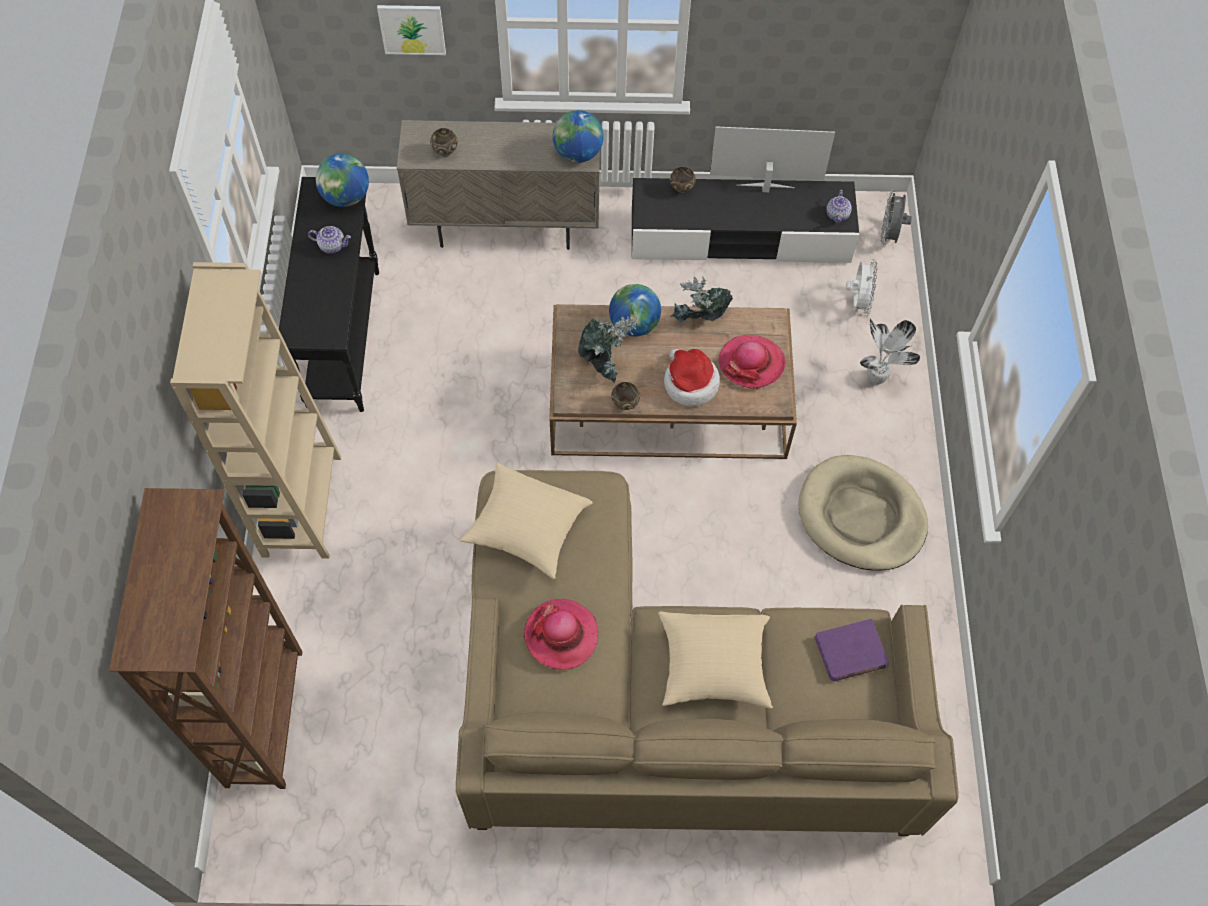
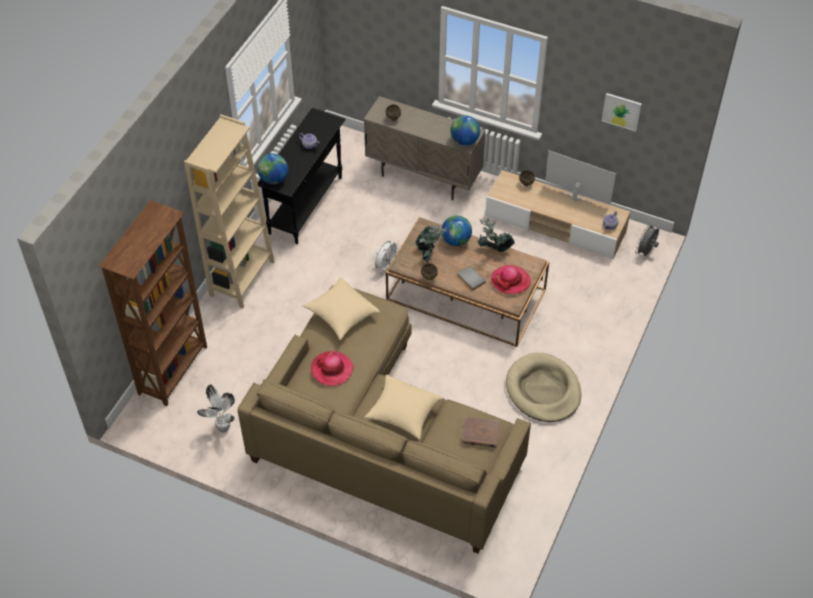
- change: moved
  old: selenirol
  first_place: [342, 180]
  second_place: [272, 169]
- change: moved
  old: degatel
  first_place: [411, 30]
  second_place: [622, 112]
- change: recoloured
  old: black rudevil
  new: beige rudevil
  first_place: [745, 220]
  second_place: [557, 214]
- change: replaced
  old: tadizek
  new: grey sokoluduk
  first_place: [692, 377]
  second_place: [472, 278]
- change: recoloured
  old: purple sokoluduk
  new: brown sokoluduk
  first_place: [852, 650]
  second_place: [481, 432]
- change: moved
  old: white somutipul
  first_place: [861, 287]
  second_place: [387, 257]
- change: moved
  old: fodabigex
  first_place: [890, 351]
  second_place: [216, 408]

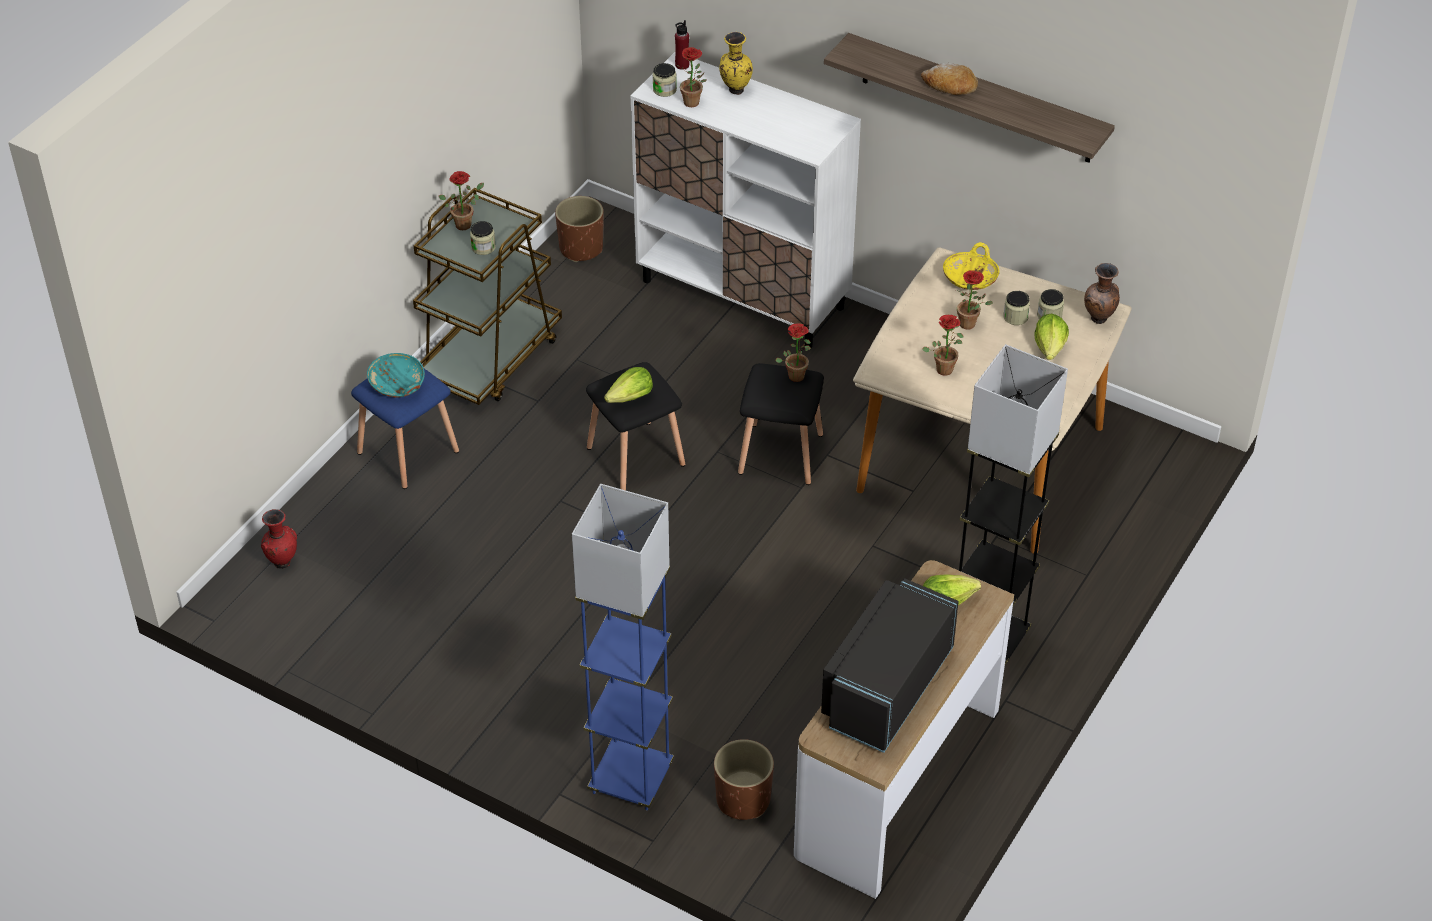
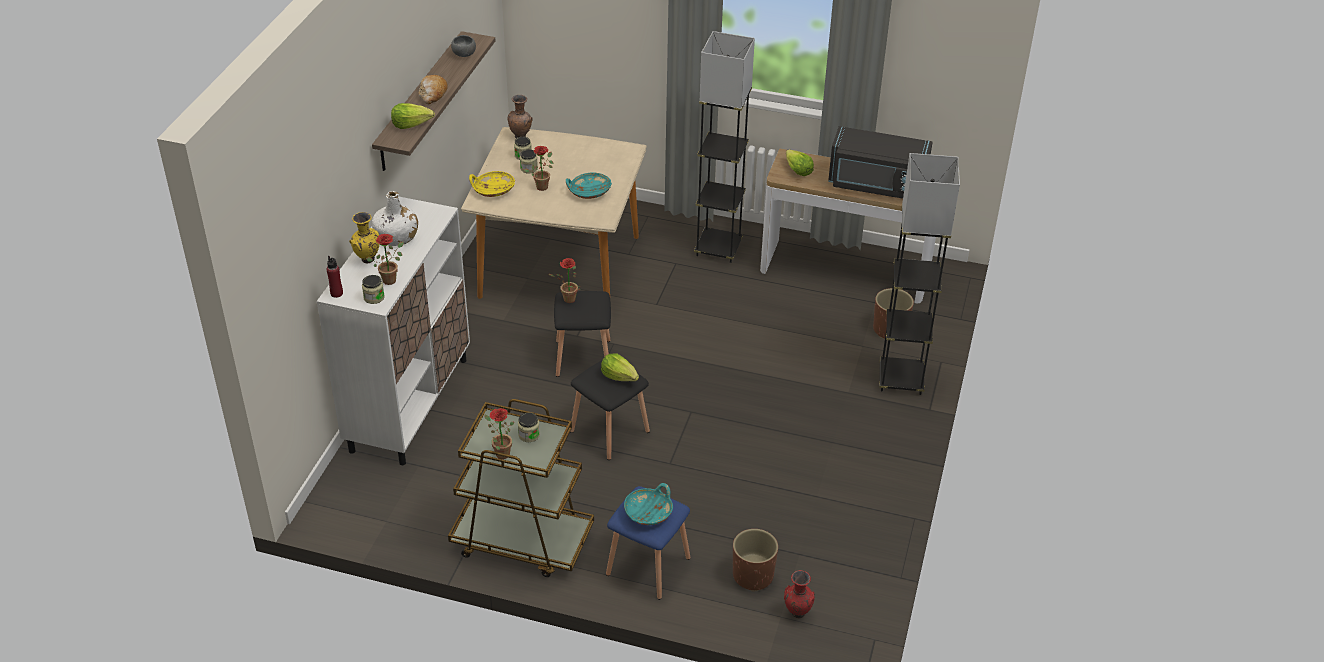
- change: moved
  old: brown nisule
  first_place: [579, 229]
  second_place: [755, 560]
- change: recoloured
  old: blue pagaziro
  new: grey pagaziro
  first_place: [623, 647]
  second_place: [919, 274]
- change: replaced
  old: fodabigex
  new: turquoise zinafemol
  first_place: [943, 345]
  second_place: [589, 185]
- change: moved
  old: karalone
  first_place: [1051, 337]
  second_place: [413, 116]
- change: added
  new: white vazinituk
  second_place: [395, 218]
- change: added
  new: grey zinafemol
  second_place: [463, 46]

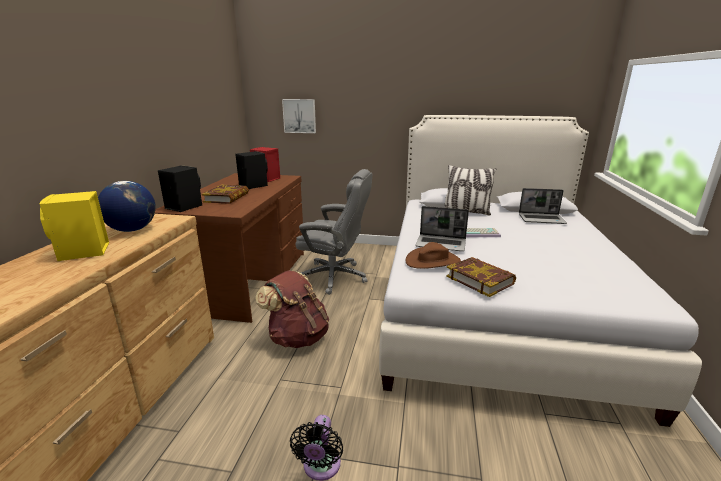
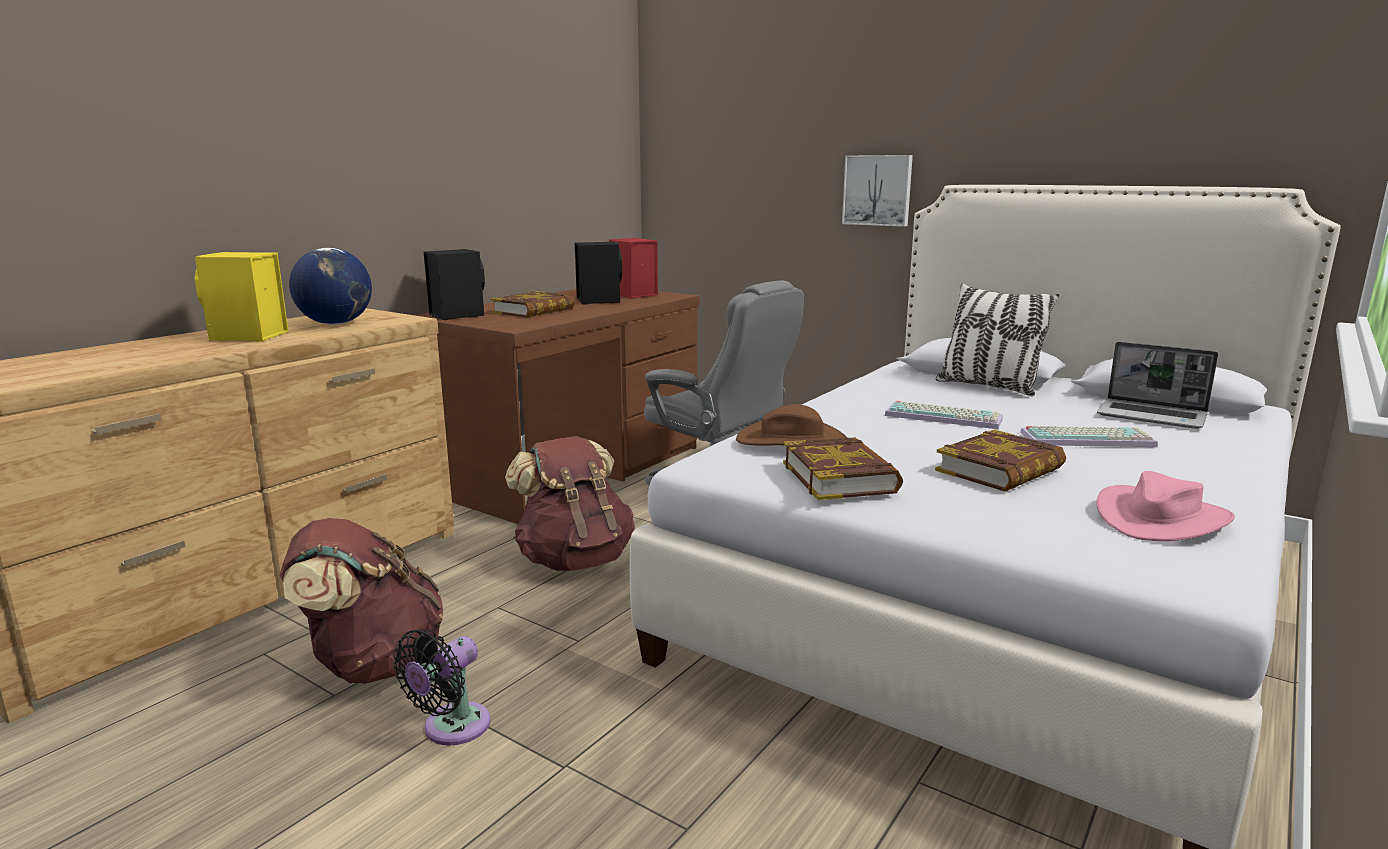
- change: moved
  old: degatel
  first_place: [299, 116]
  second_place: [877, 191]
- change: removed
  old: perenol
  first_place: [442, 228]
- change: added
  new: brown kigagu
  second_place: [361, 601]
- change: added
  new: sokoluduk
  second_place: [1000, 460]
- change: added
  new: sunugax
  second_place: [1089, 436]
- change: added
  new: pink tadizek
  second_place: [1166, 506]

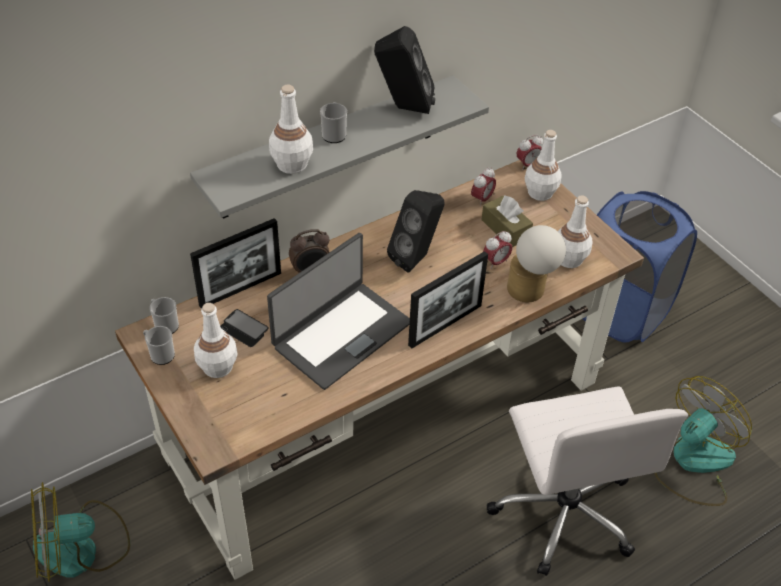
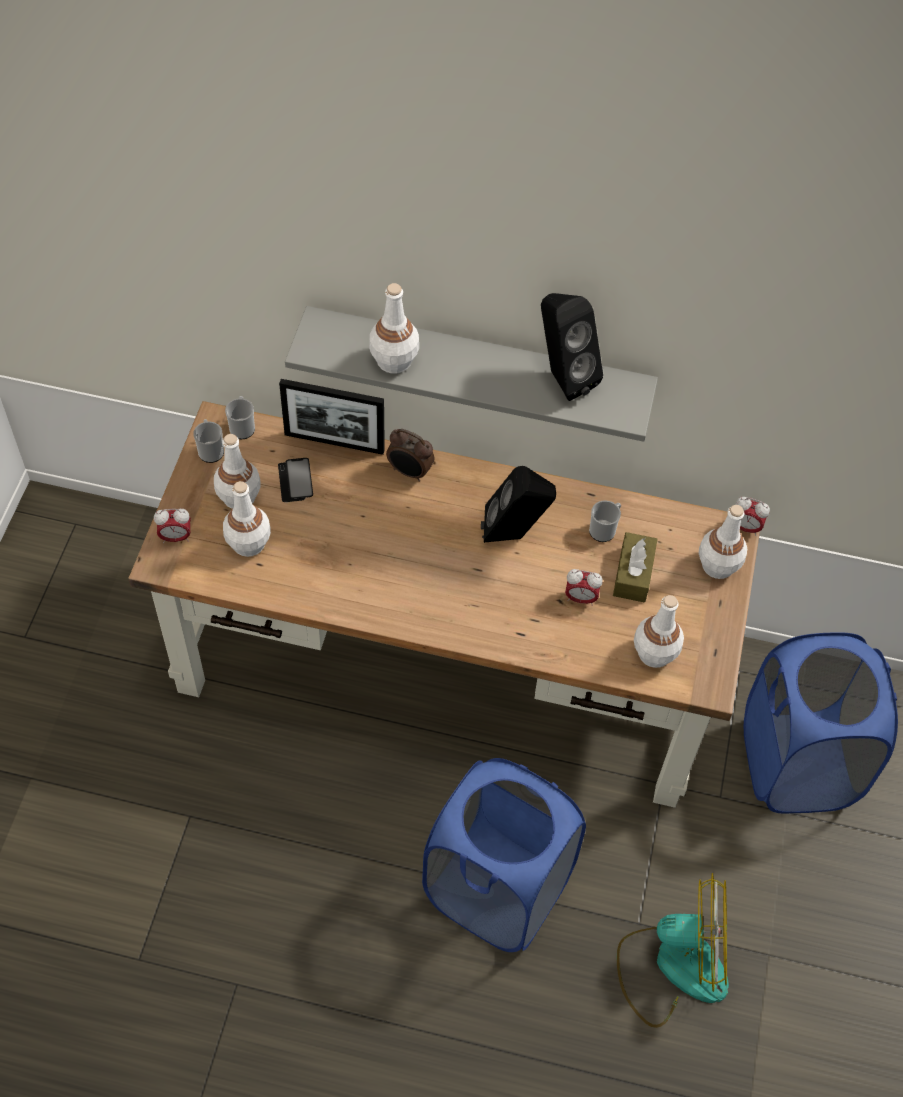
- change: removed
  old: somutipul
  first_place: [80, 532]
- change: removed
  old: perenol
  first_place: [338, 311]
- change: moved
  old: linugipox
  first_place: [333, 122]
  second_place: [605, 521]
- change: removed
  old: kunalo
  first_place: [448, 300]
- change: moved
  old: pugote
  first_place: [483, 186]
  second_place: [172, 526]
- change: replaced
  old: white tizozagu
  new: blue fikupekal
  first_place: [587, 481]
  second_place: [504, 855]
- change: removed
  old: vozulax
  first_place: [536, 263]
- change: added
  new: white vazinituk
  second_place: [247, 519]

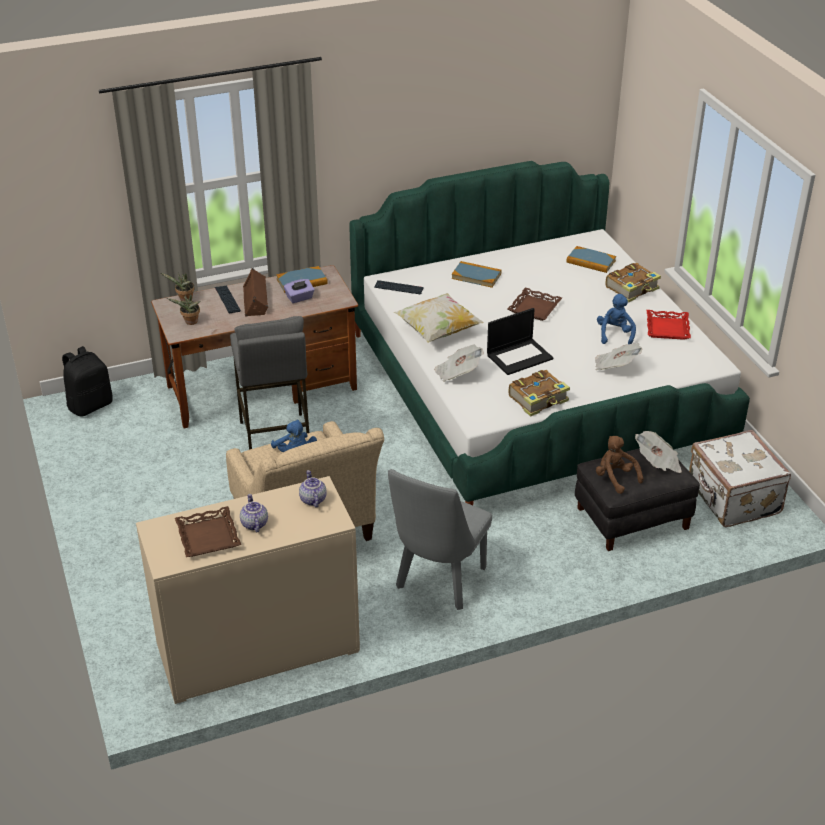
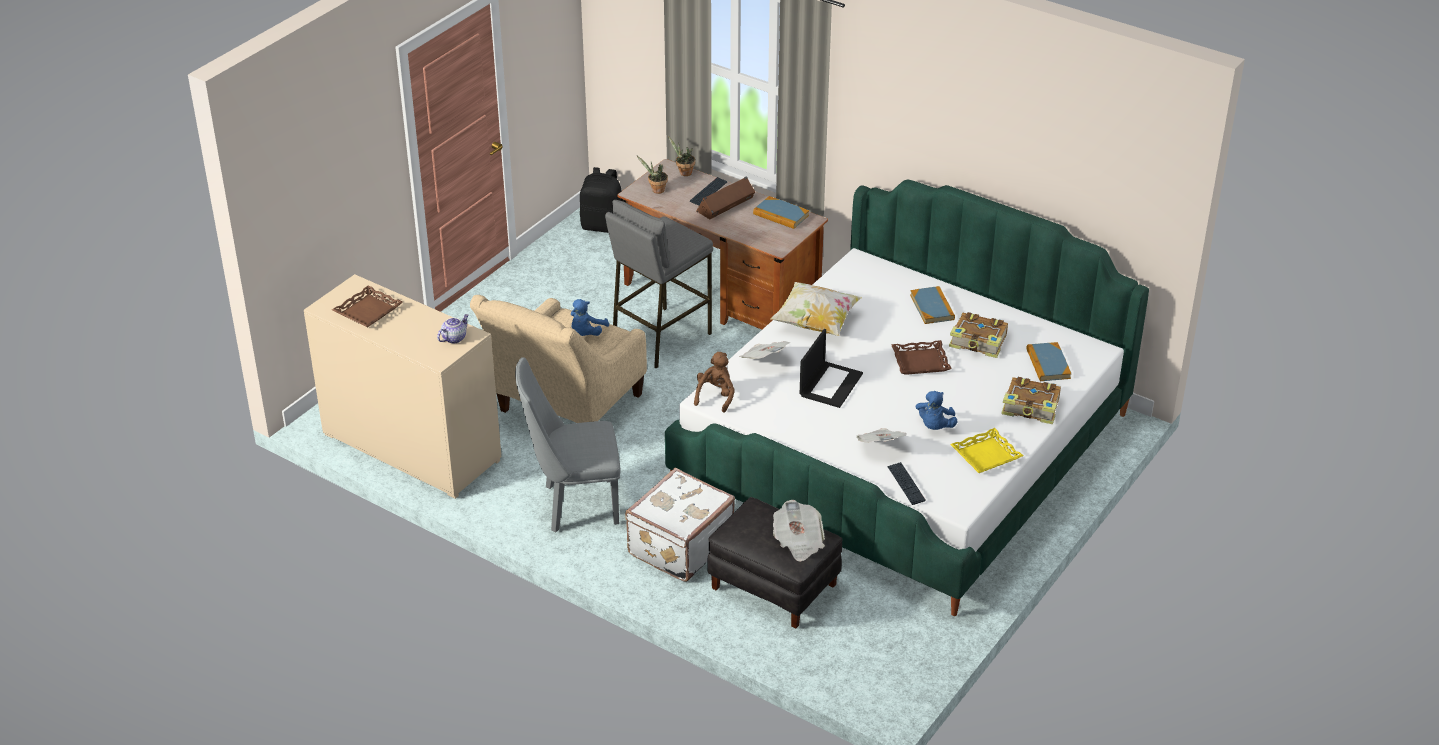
- change: removed
  old: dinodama
  first_place: [254, 513]
- change: removed
  old: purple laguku
  first_place: [299, 291]
- change: moved
  old: sunugax
  first_place: [399, 287]
  second_place: [906, 483]
- change: turned
  old: perenol
  first_place: [520, 341]
  second_place: [831, 368]
  degrees: -90
- change: moved
  old: sokoluduk
  first_place: [539, 393]
  second_place: [978, 335]
- change: moved
  old: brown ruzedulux
  first_place: [620, 465]
  second_place: [714, 382]
- change: turned
  old: blue ruzedulux
  first_place: [616, 319]
  second_place: [937, 410]
  degrees: 135
- change: recoloured
  old: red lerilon
  new: yellow lerilon
  first_place: [669, 325]
  second_place: [986, 450]
- change: moved
  old: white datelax
  first_place: [740, 478]
  second_place: [680, 525]

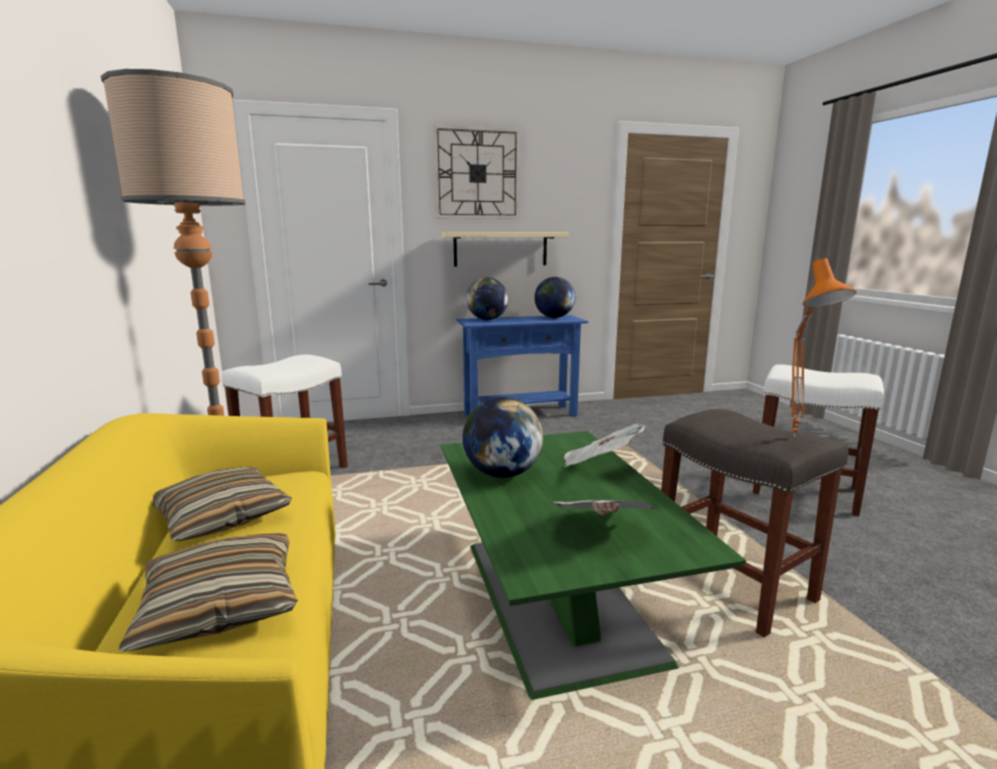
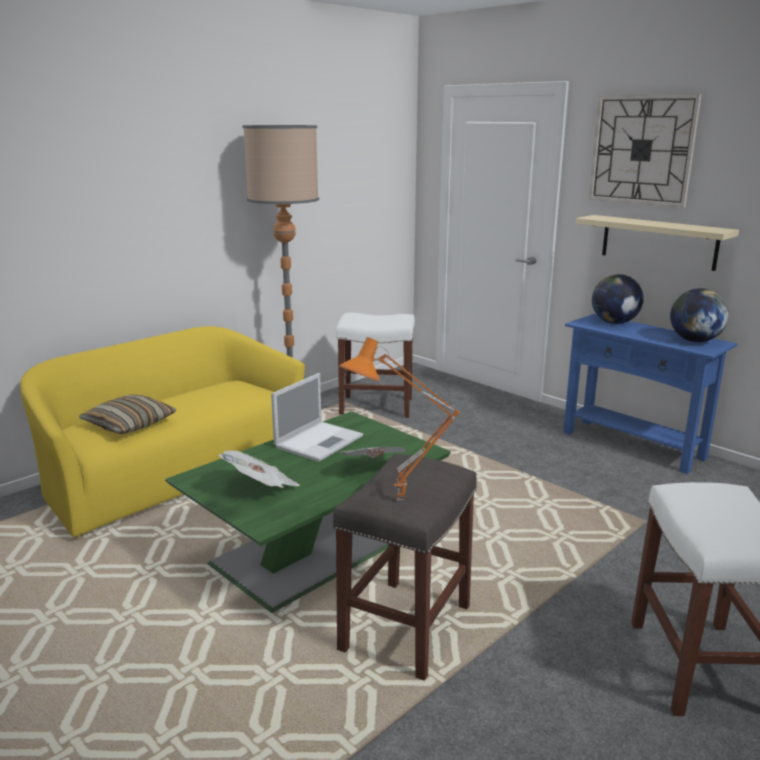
- change: removed
  old: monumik
  first_place: [222, 504]
- change: replaced
  old: selenirol
  new: perenol
  first_place: [503, 437]
  second_place: [317, 417]

